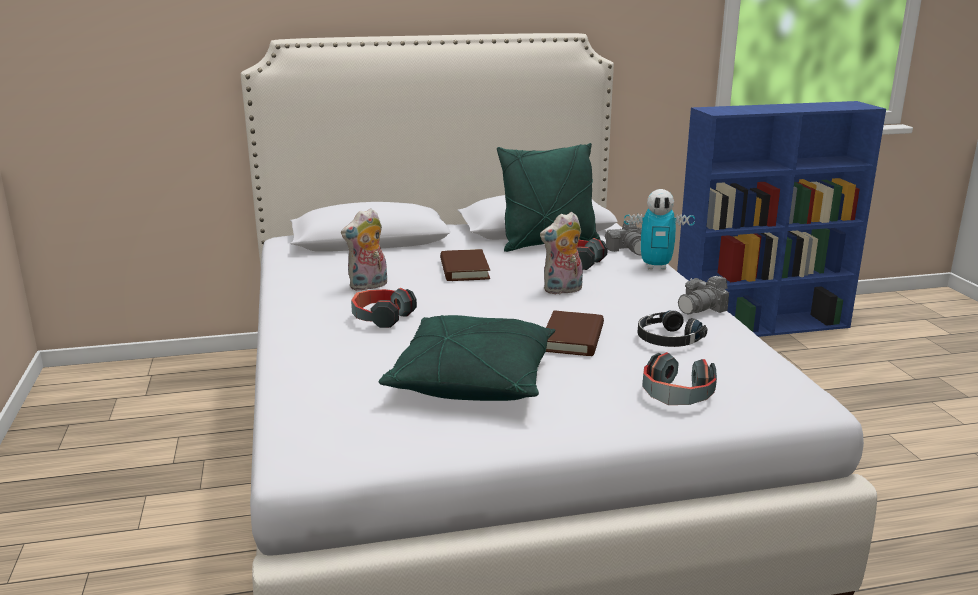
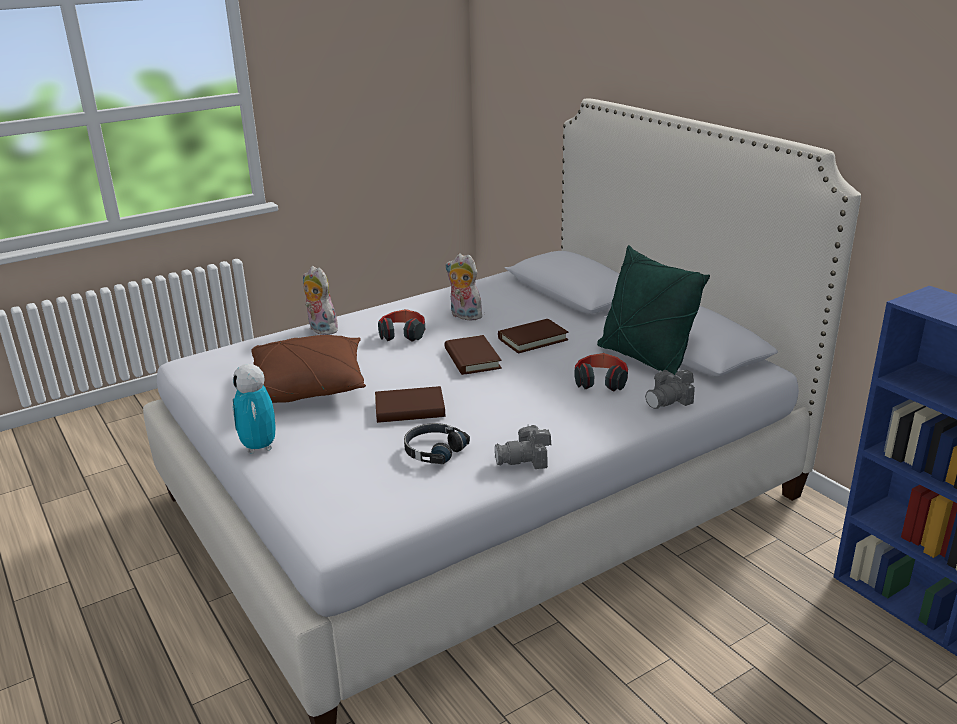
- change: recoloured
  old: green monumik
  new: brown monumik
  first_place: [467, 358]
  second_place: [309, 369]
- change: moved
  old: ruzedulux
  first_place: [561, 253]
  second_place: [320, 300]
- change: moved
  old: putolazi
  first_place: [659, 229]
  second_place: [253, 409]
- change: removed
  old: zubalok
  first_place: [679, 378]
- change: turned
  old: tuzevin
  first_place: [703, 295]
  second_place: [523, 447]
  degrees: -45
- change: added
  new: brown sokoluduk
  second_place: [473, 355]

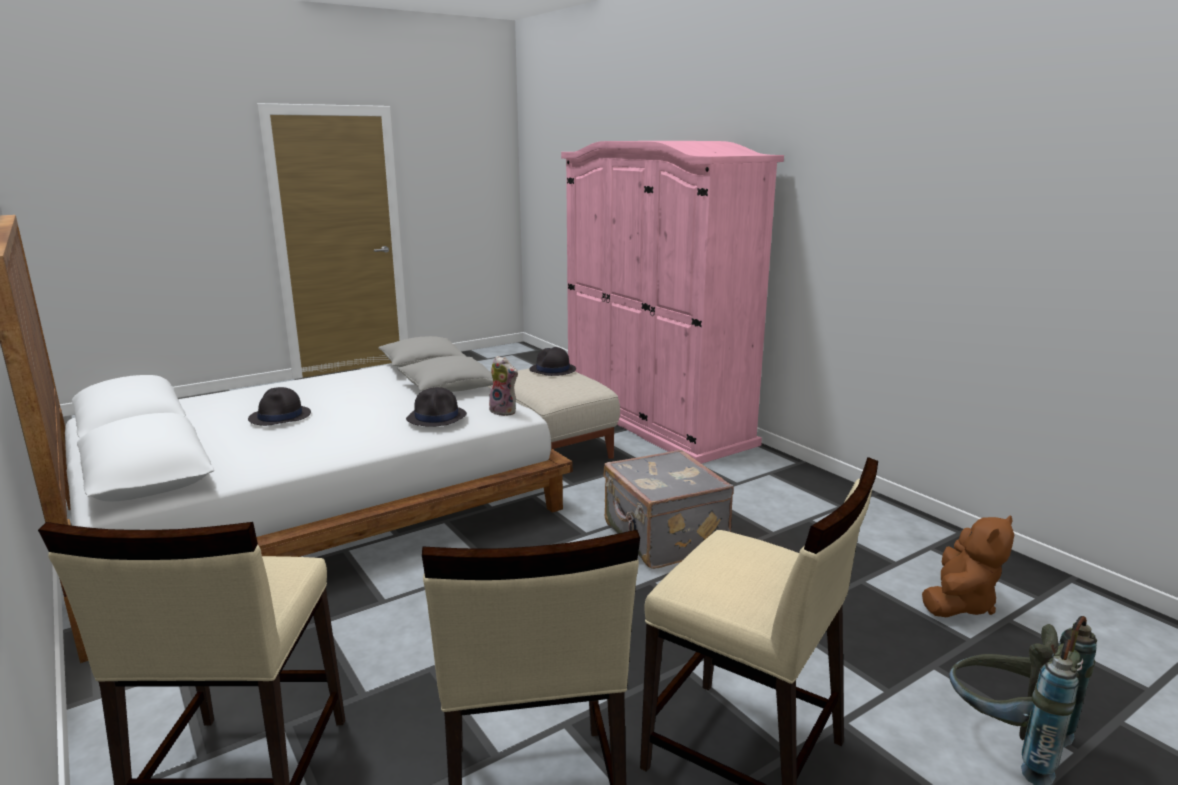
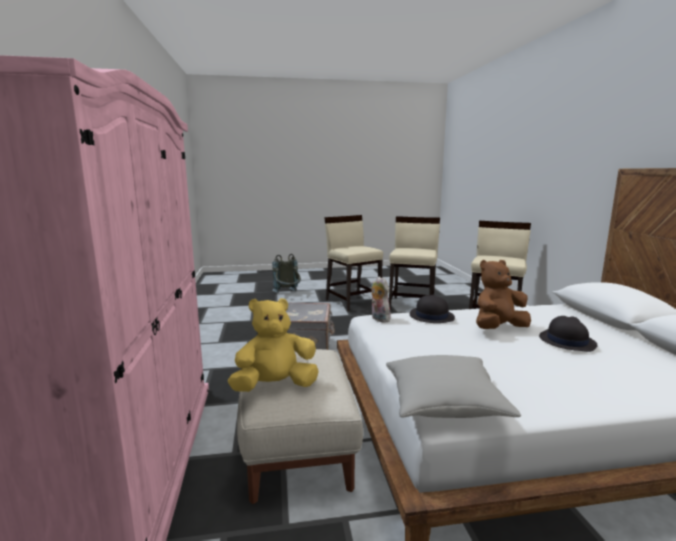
- change: removed
  old: grey monumik
  first_place: [445, 374]
- change: replaced
  old: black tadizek
  new: yellow ruzedulux
  first_place: [552, 361]
  second_place: [273, 345]
- change: moved
  old: brown ruzedulux
  first_place: [968, 566]
  second_place: [503, 294]

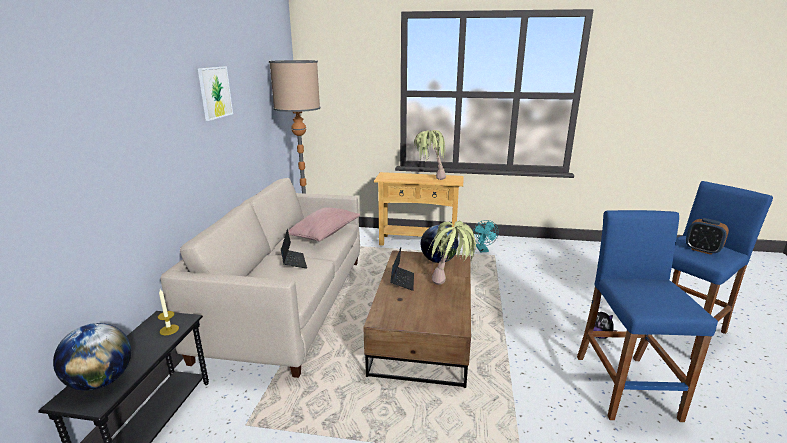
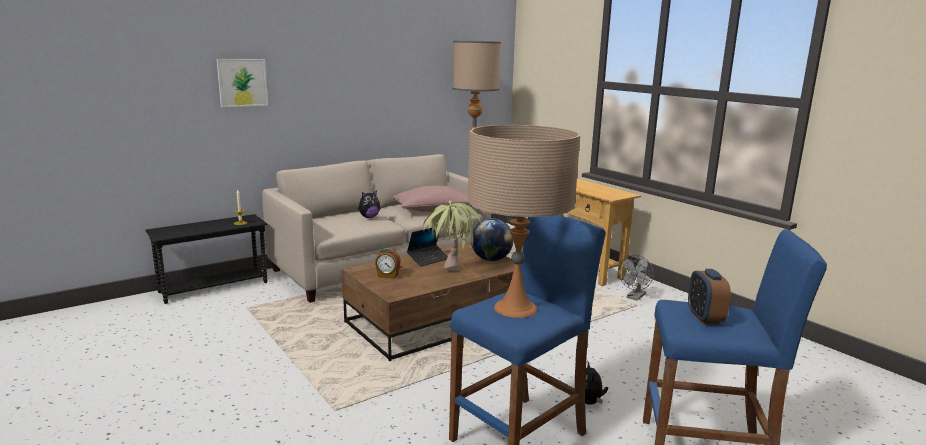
- change: removed
  old: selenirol
  first_place: [92, 357]
- change: moved
  old: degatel
  first_place: [215, 94]
  second_place: [242, 83]
- change: replaced
  old: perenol
  new: ruzedulux
  first_place: [294, 249]
  second_place: [369, 204]
- change: removed
  old: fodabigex
  first_place: [430, 155]
- change: recoloured
  old: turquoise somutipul
  new: grey somutipul
  first_place: [485, 236]
  second_place: [636, 278]
- change: added
  new: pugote
  second_place: [388, 264]
- change: added
  new: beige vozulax
  second_place: [524, 221]

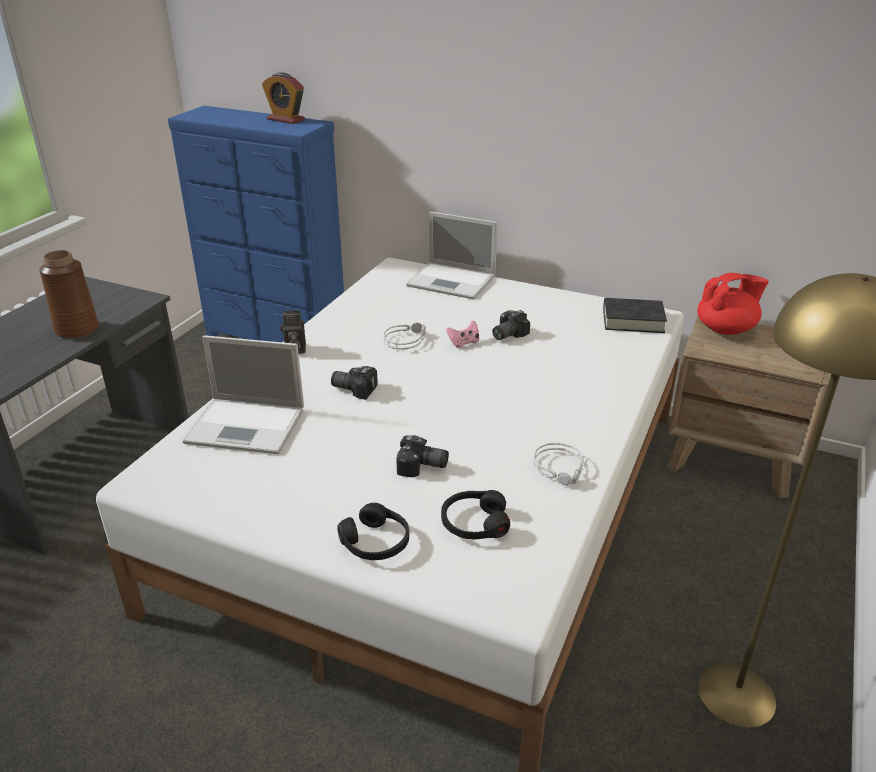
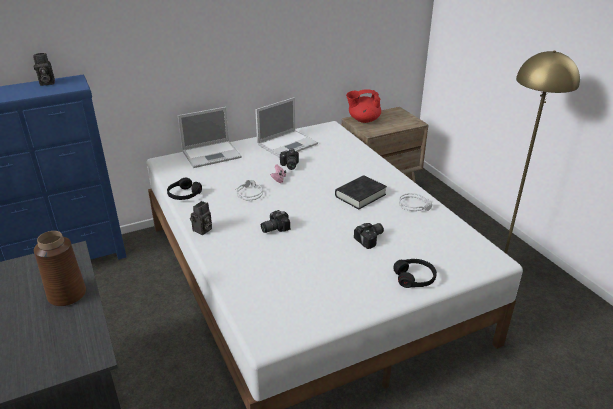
- change: moved
  old: perenol
  first_place: [243, 394]
  second_place: [286, 127]
- change: replaced
  old: pugote
  new: tuzevin
  first_place: [283, 98]
  second_place: [44, 69]
- change: moved
  old: black zubalok
  first_place: [475, 514]
  second_place: [184, 189]
- change: moved
  old: black sokoluduk
  first_place: [635, 315]
  second_place: [361, 192]
- change: turned
  old: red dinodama
  first_place: [733, 304]
  second_place: [363, 106]
  degrees: -120

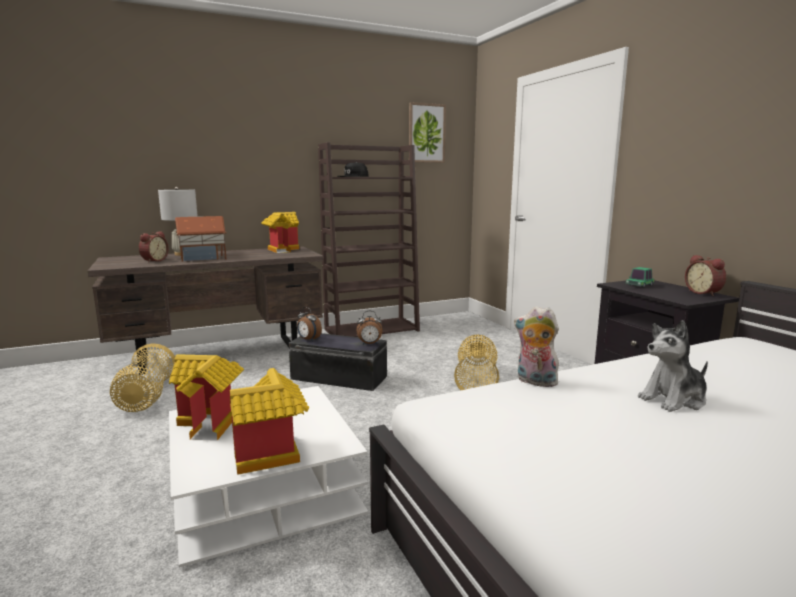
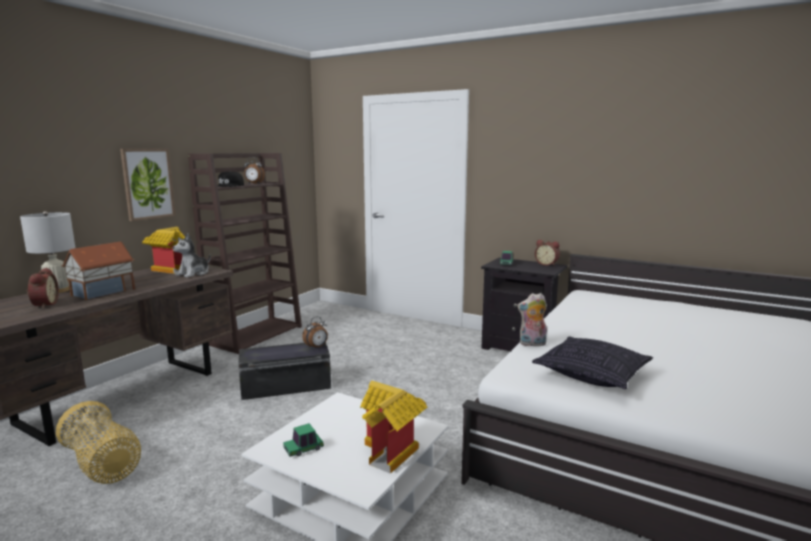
- change: replaced
  old: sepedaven
  new: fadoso
  first_place: [206, 397]
  second_place: [303, 440]
- change: moved
  old: pugote
  first_place: [309, 324]
  second_place: [254, 170]
- change: moved
  old: degatel
  first_place: [427, 132]
  second_place: [148, 185]
- change: removed
  old: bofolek
  first_place: [476, 362]
- change: moved
  old: ruzedulux
  first_place: [673, 366]
  second_place: [192, 255]
- change: added
  new: monumik
  second_place: [592, 362]

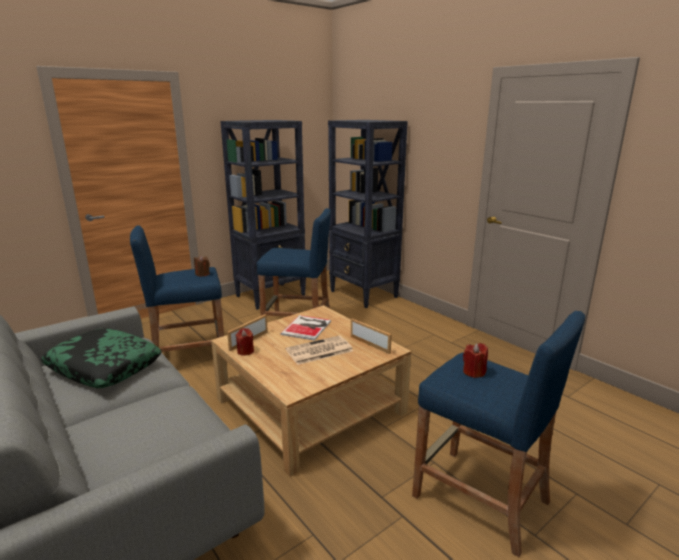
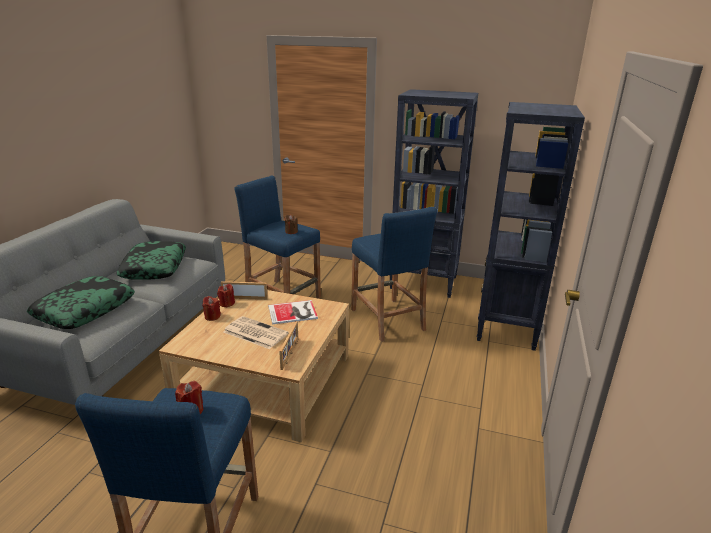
- change: added
  new: monumik
  second_place: [81, 302]
- change: added
  new: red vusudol
  second_place: [212, 308]

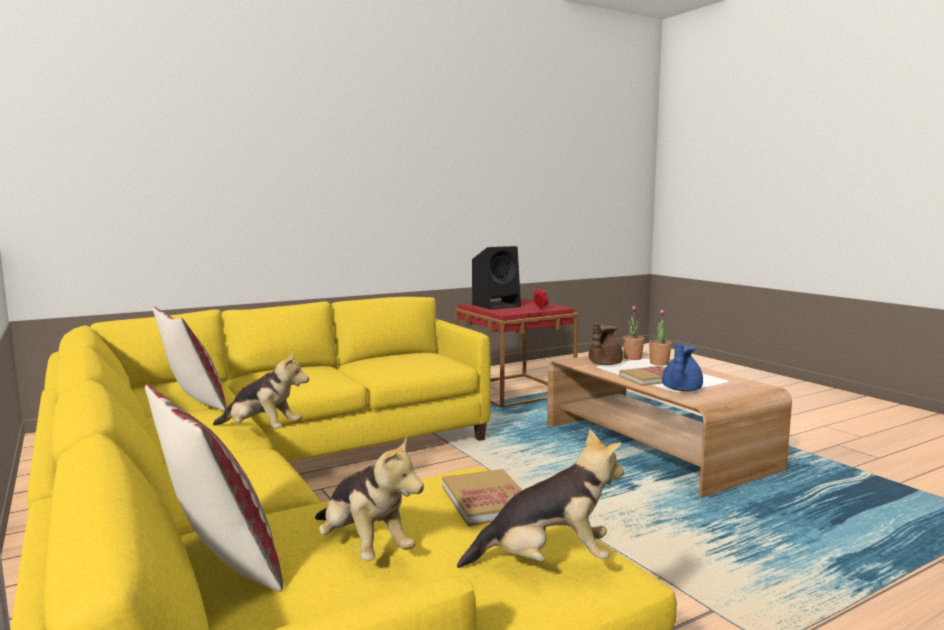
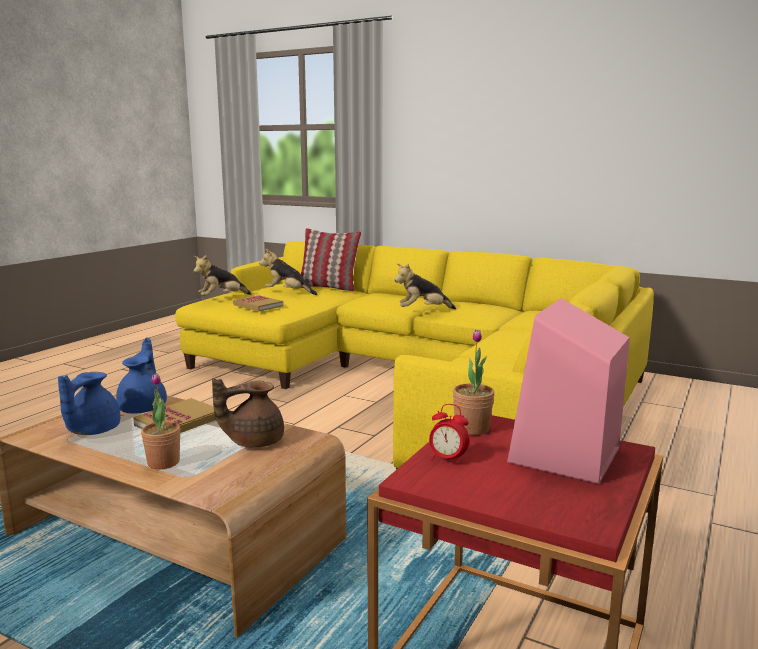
- change: removed
  old: monumik
  first_place: [189, 359]
- change: recoloured
  old: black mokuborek
  new: pink mokuborek
  first_place: [496, 278]
  second_place: [568, 391]
- change: turned
  old: brown dinodama
  first_place: [606, 343]
  second_place: [248, 412]
  degrees: -120
- change: moved
  old: fodabigex
  first_place: [633, 333]
  second_place: [474, 382]
- change: added
  new: blue dinodama
  second_place: [89, 403]

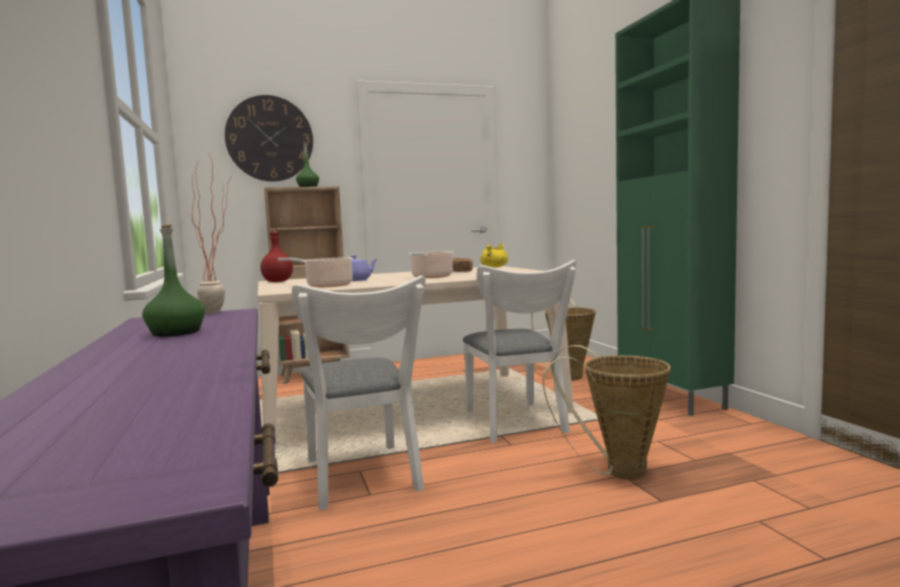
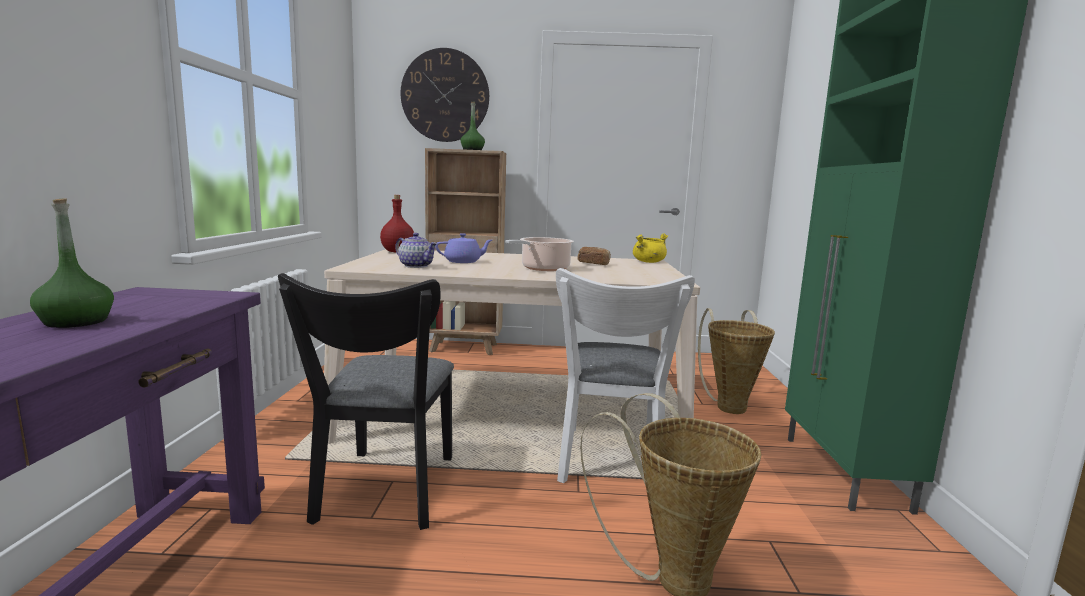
- change: removed
  old: fodabigex
  first_place: [209, 233]
- change: replaced
  old: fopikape
  new: dinodama
  first_place: [316, 272]
  second_place: [416, 250]
- change: recoloured
  old: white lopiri
  new: black lopiri
  first_place: [358, 393]
  second_place: [366, 401]

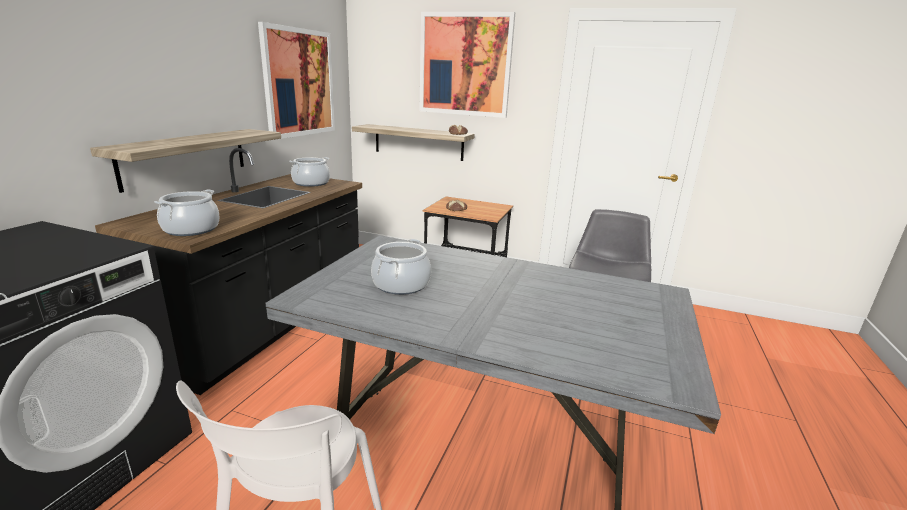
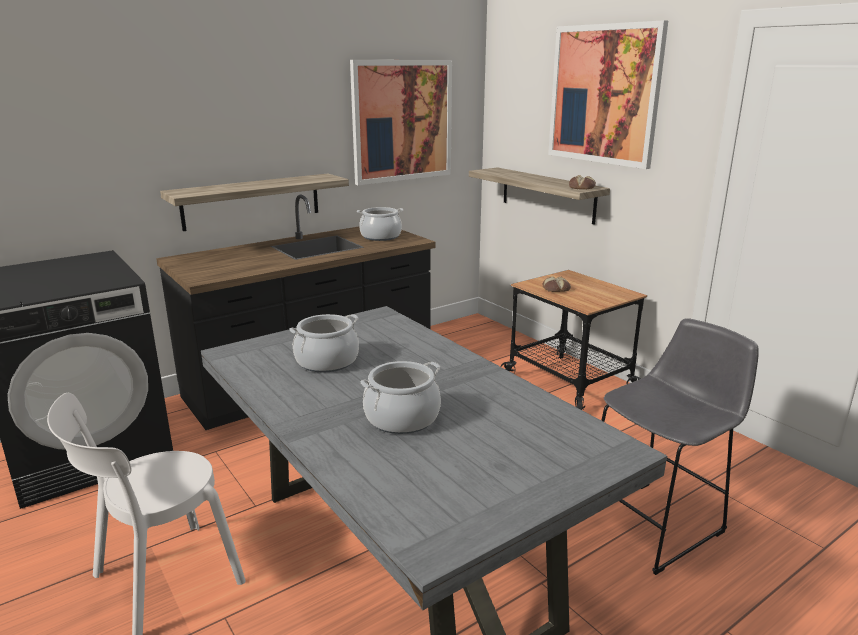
- change: moved
  old: fopikape
  first_place: [187, 213]
  second_place: [401, 397]

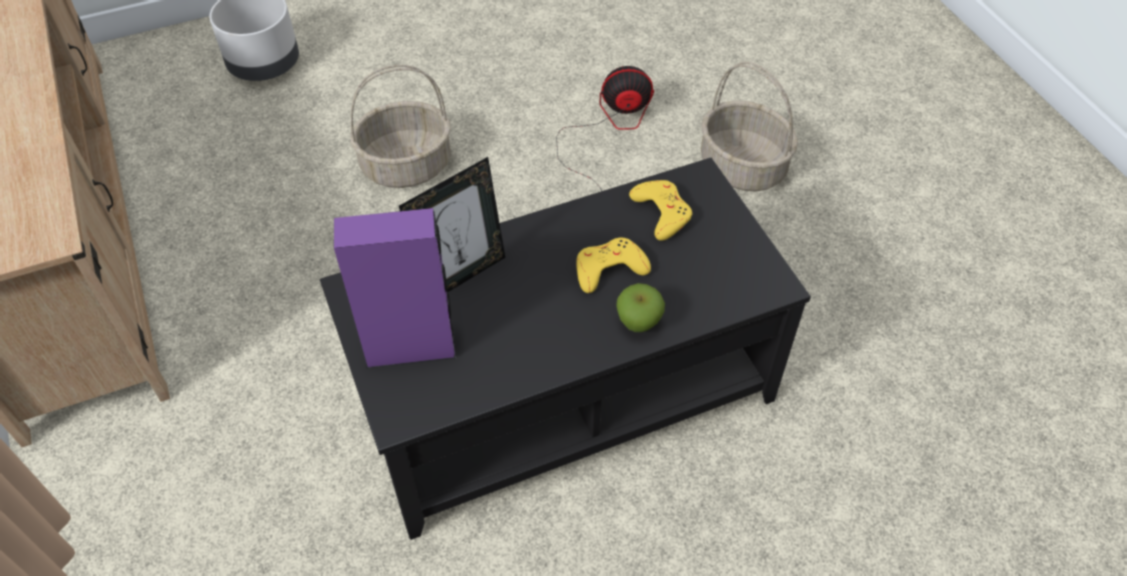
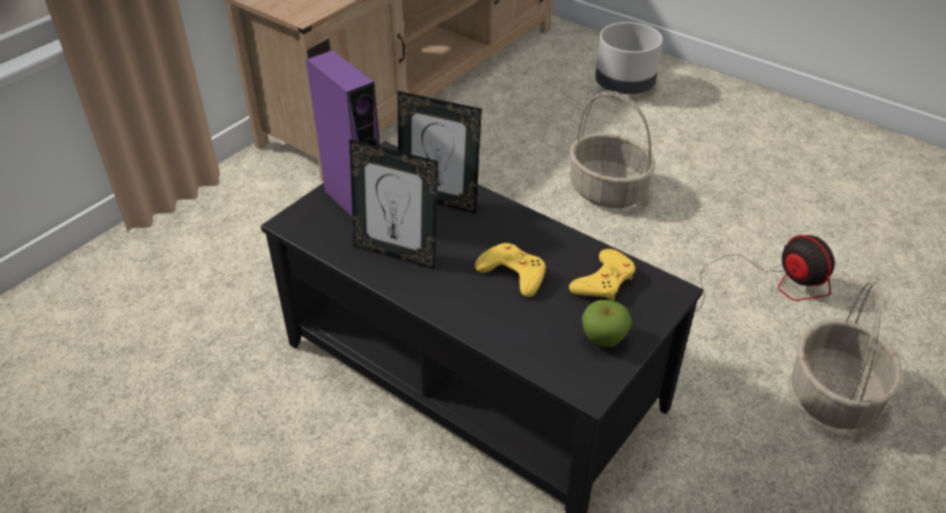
- change: moved
  old: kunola
  first_place: [640, 307]
  second_place: [607, 323]
- change: added
  new: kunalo
  second_place: [393, 204]

